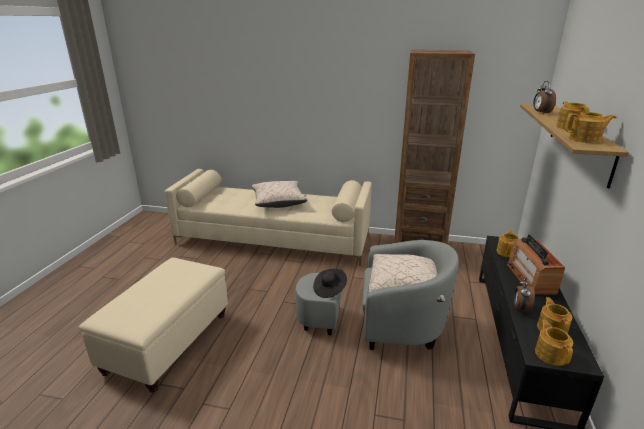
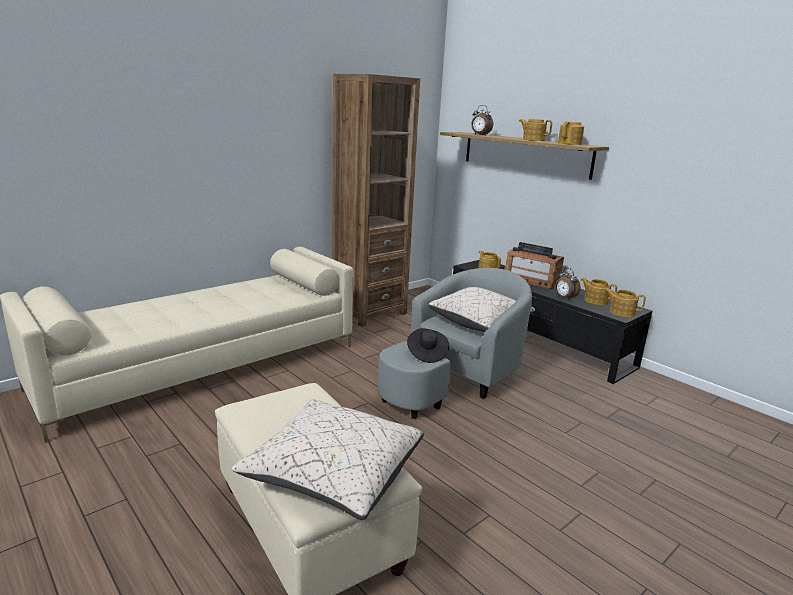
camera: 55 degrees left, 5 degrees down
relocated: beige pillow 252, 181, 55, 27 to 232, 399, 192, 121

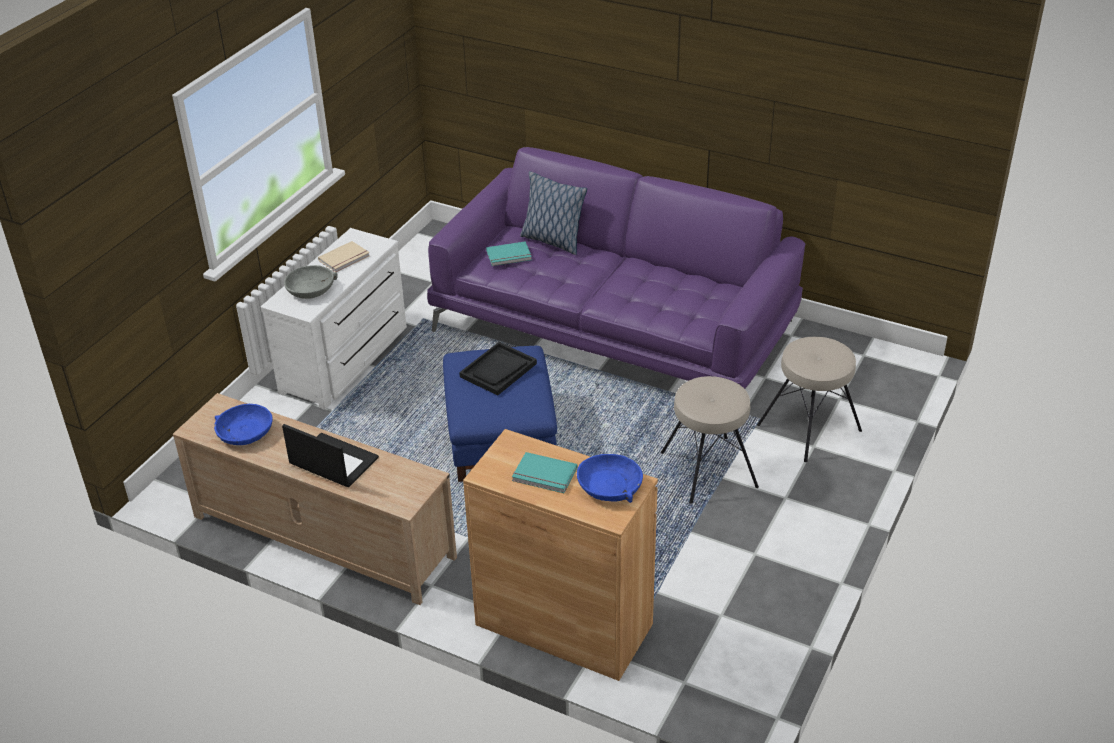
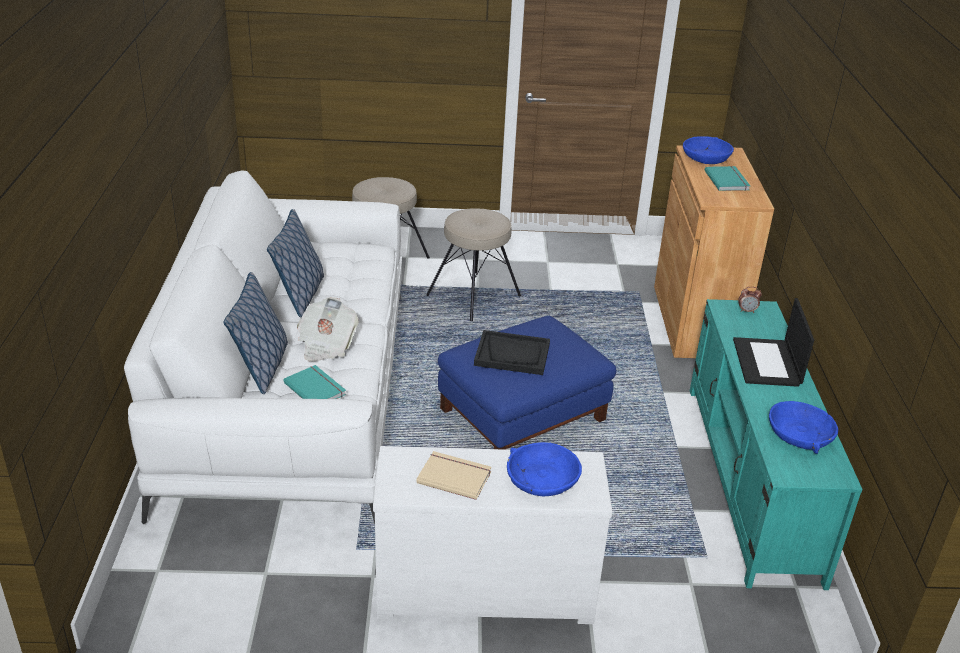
camera: 120 degrees left, 5 degrees down
appeared: pillow 267, 209, 57, 108; newspaper 297, 297, 62, 64; alarm clock 738, 287, 24, 26
colour: beige tv stand 173, 393, 284, 212 to turquoise tv stand 690, 299, 173, 291; grey bowl 284, 265, 54, 34 to blue bowl 507, 442, 75, 54; purple sofa 427, 147, 378, 242 to white sofa 124, 170, 278, 354

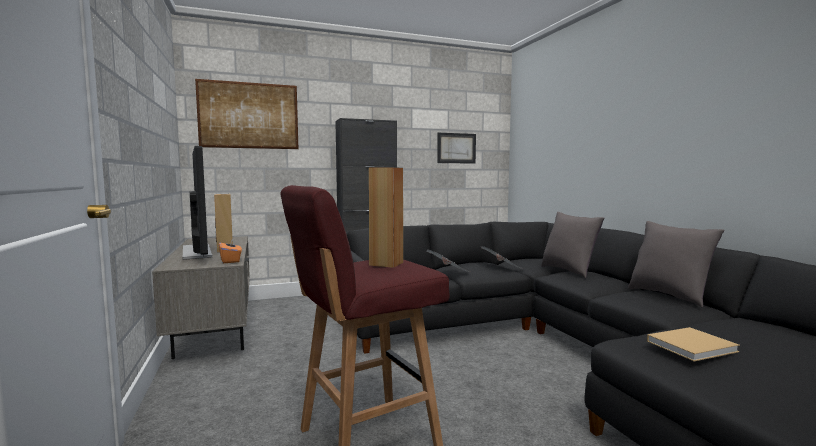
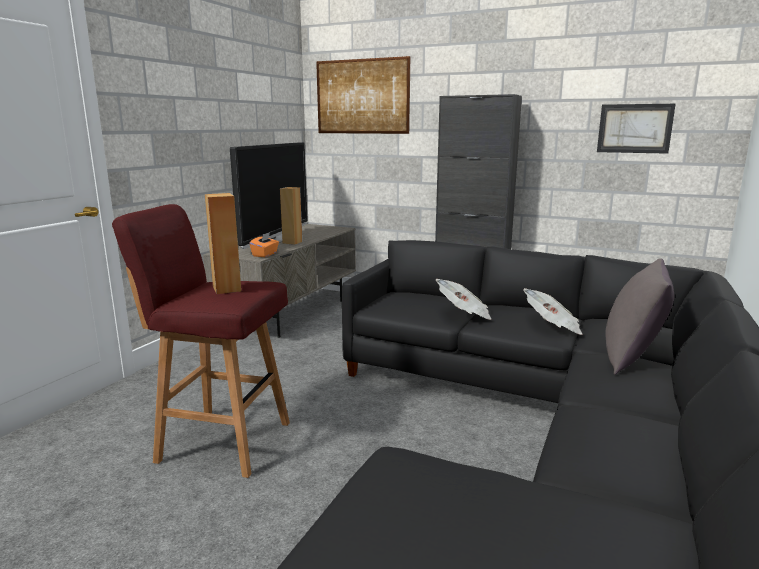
camera: 45 degrees right, 10 degrees up
missing: grey pillow 628, 221, 97, 86; beige book 647, 327, 93, 35

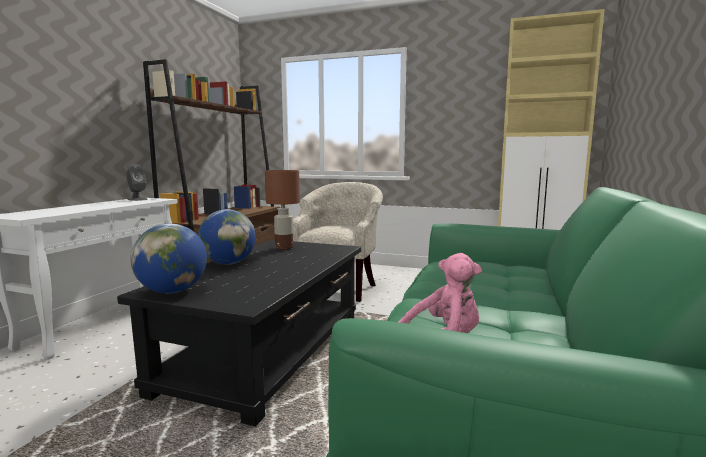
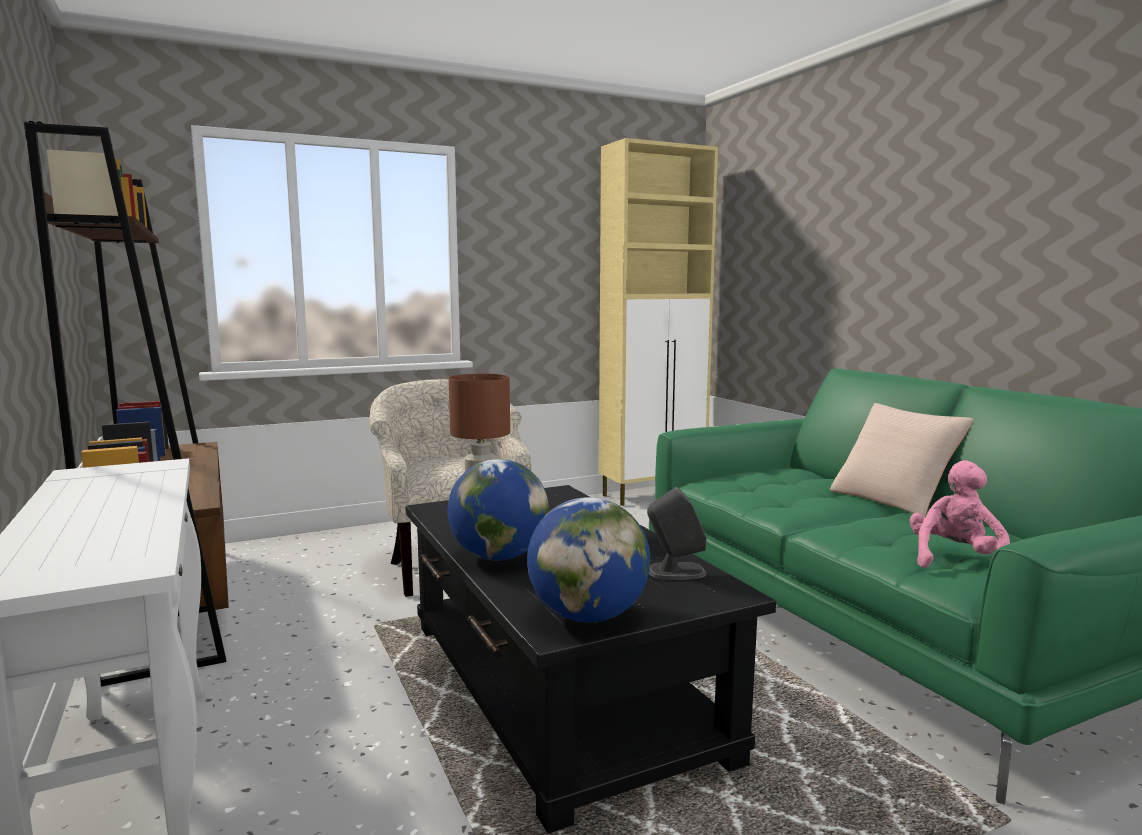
camera: 45 degrees left, 0 degrees up
appeared: beige pillow 830, 403, 144, 114
relocated: grey speaker 126, 164, 22, 37 to 647, 487, 59, 93

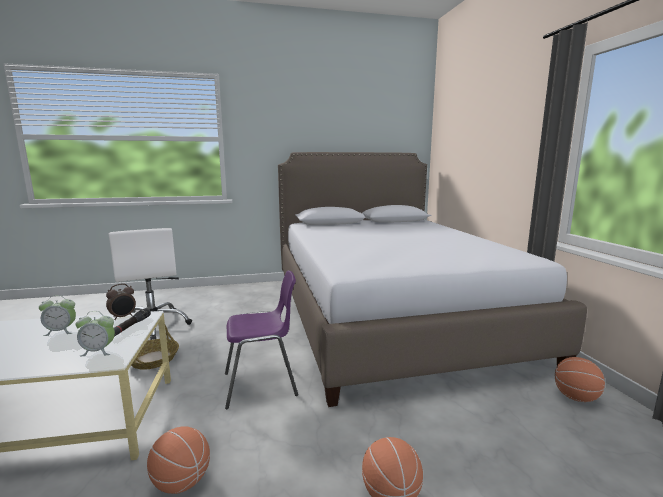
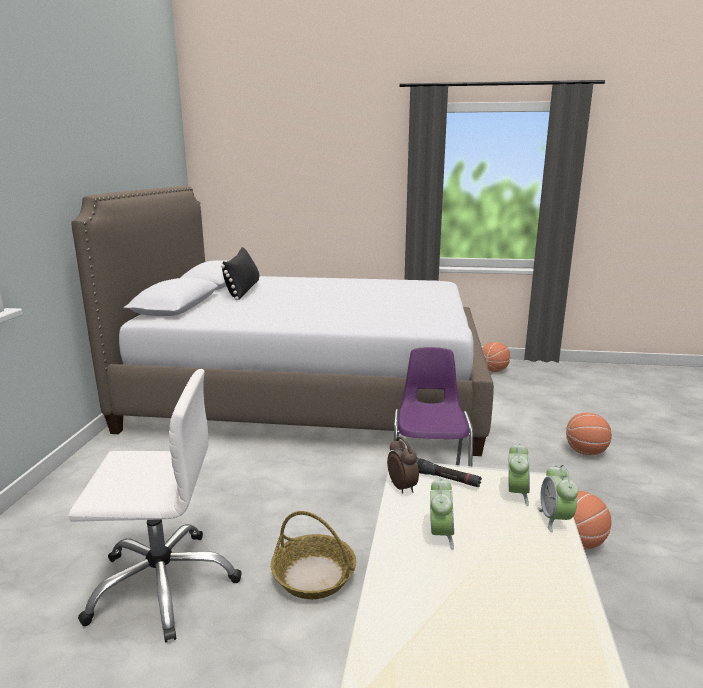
camera: 70 degrees left, 5 degrees up
appeared: black pillow 221, 247, 38, 53; alarm clock 538, 465, 40, 67

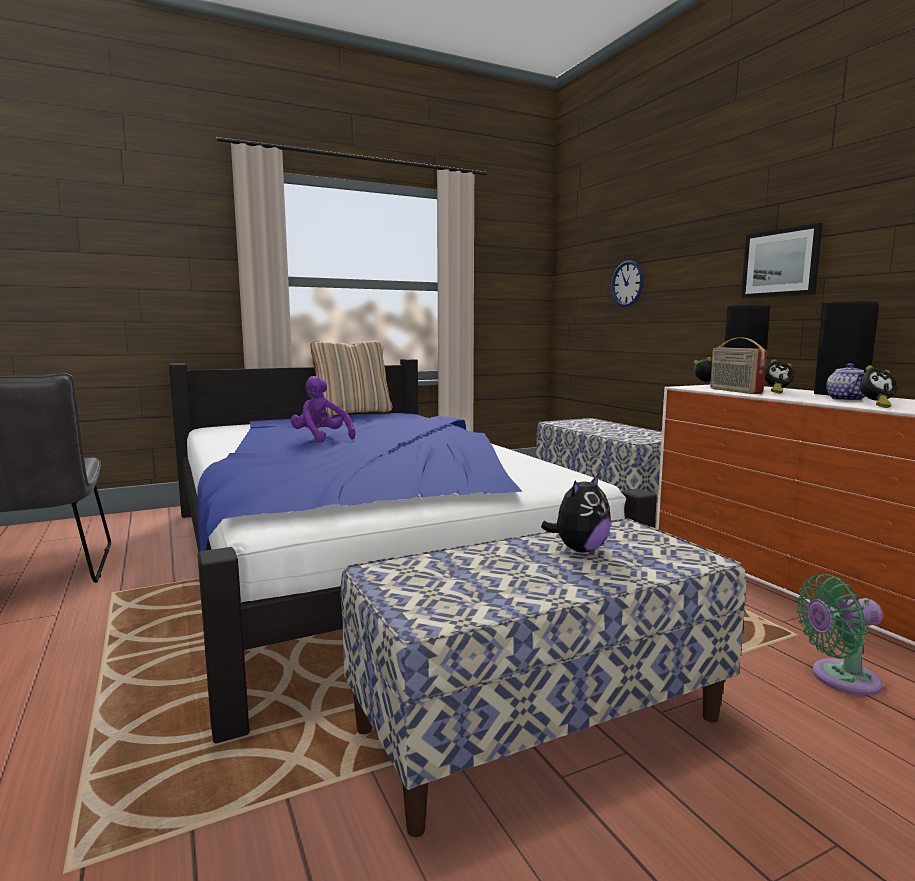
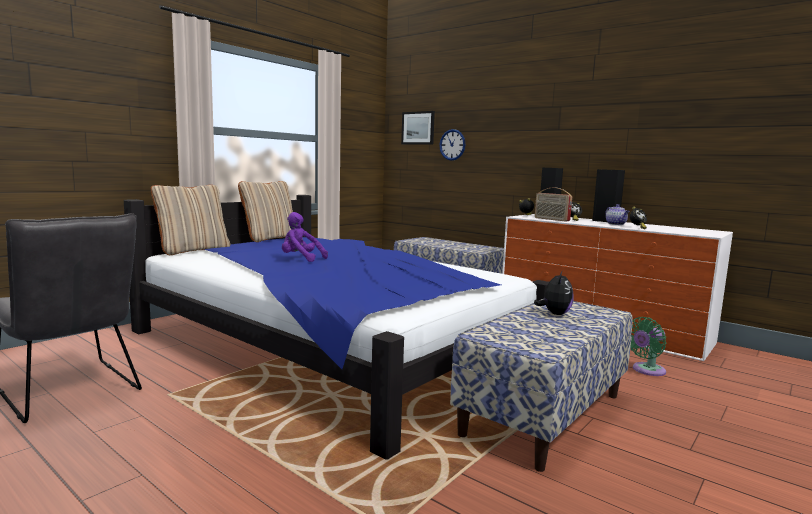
camera: 25 degrees left, 0 degrees up
appeared: beige pillow 151, 185, 79, 70
relocated: picture 741, 223, 82, 75 to 401, 111, 34, 33

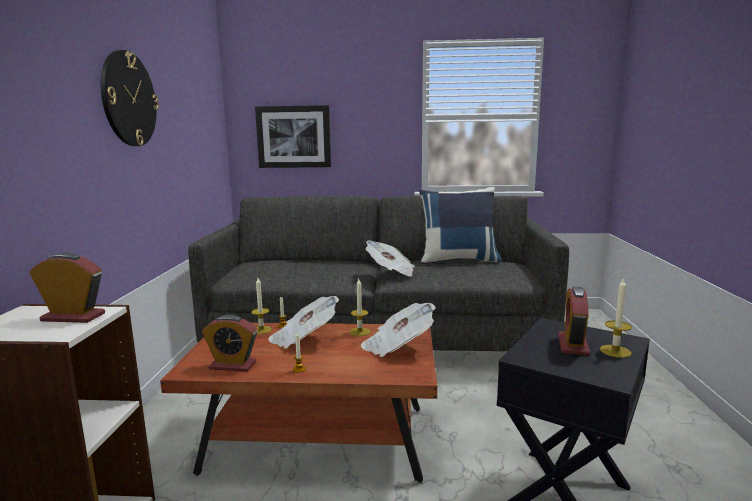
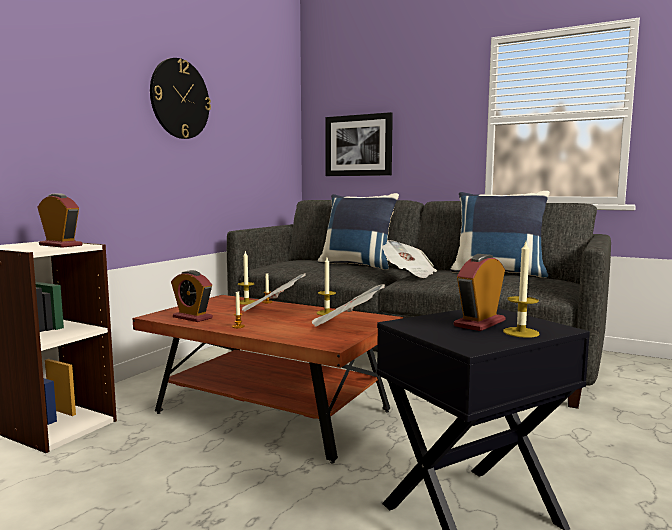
camera: 25 degrees right, 5 degrees down
appeared: blue pillow 317, 193, 82, 77

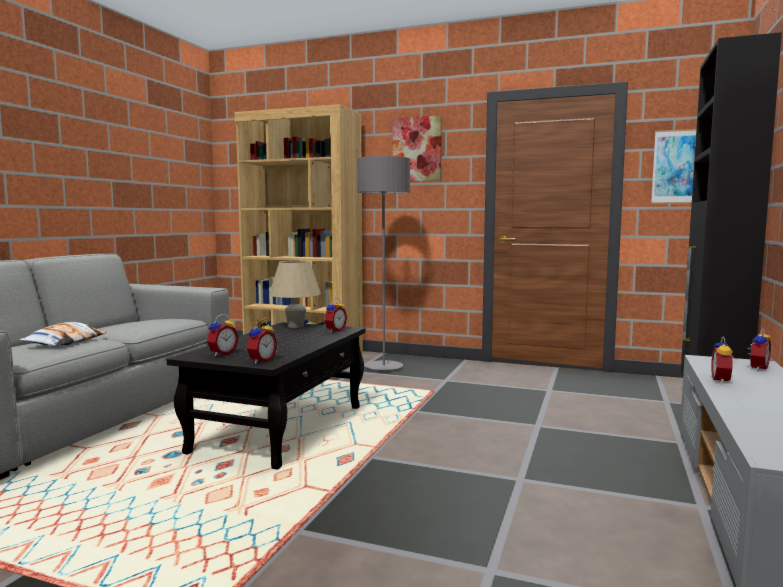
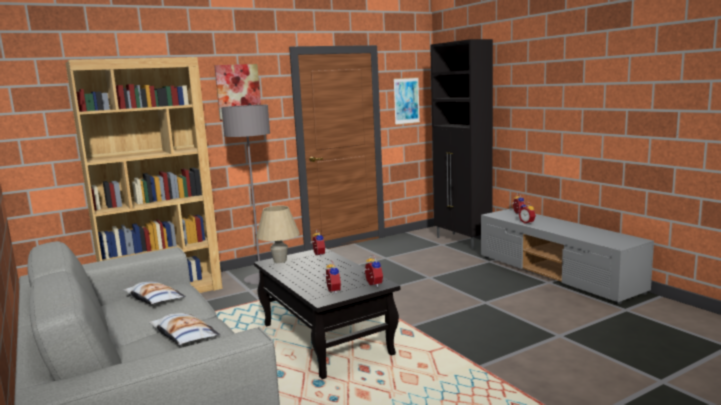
camera: 50 degrees left, 5 degrees up
appeared: pillow 123, 281, 63, 23

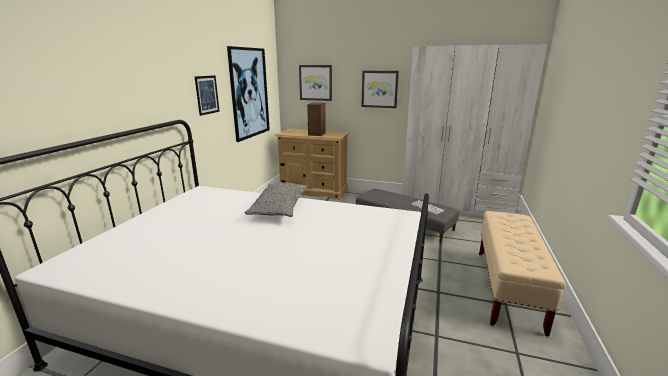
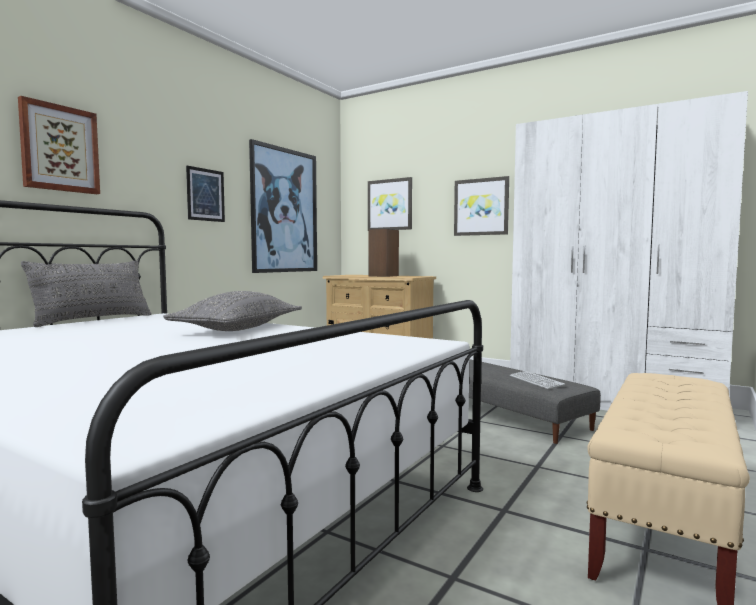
camera: 15 degrees right, 15 degrees down
appeared: picture 18, 96, 82, 98; grey pillow 21, 260, 131, 67

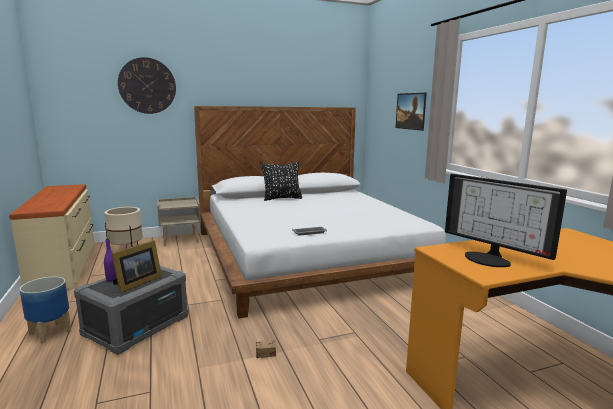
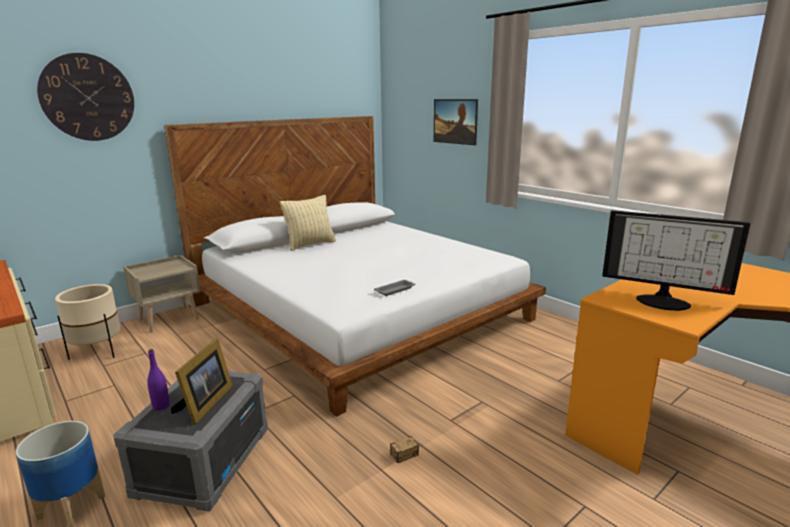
camera: 20 degrees left, 5 degrees up
colour: black pillow 262, 162, 40, 39 to beige pillow 280, 195, 56, 56

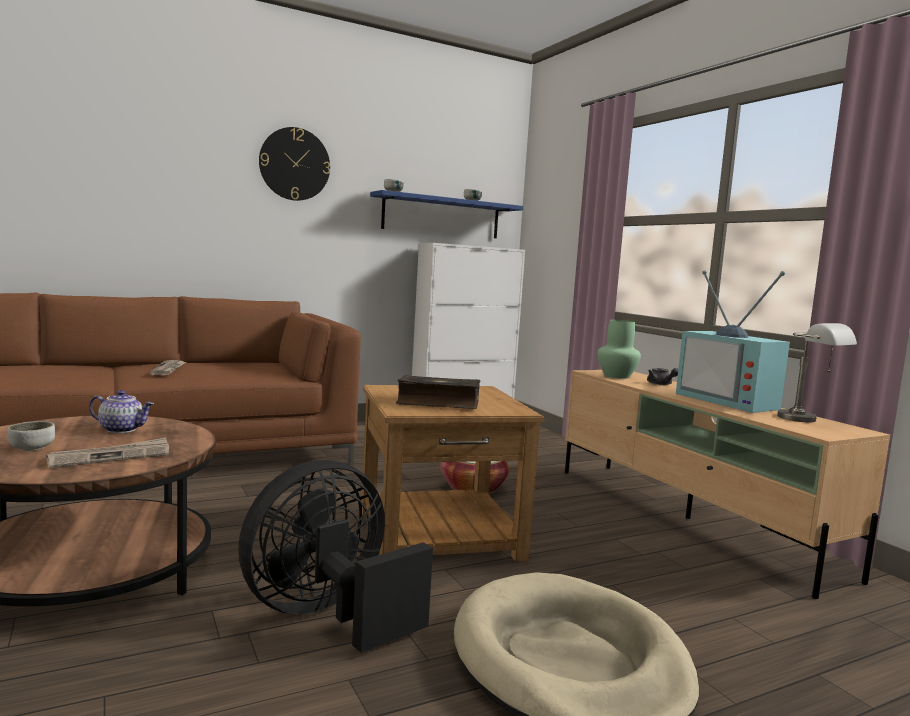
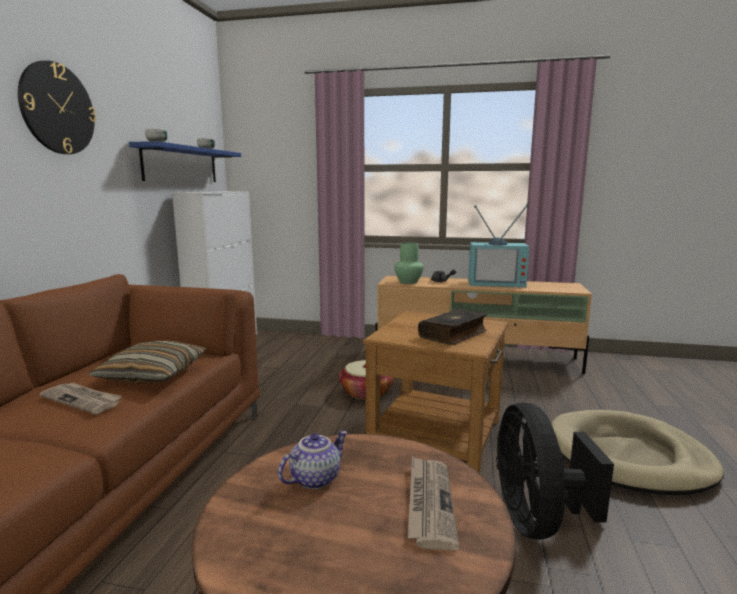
camera: 50 degrees left, 5 degrees up
missing: bowl 7, 421, 48, 30; grey table lamp 777, 323, 80, 100
appeared: pillow 89, 341, 117, 42

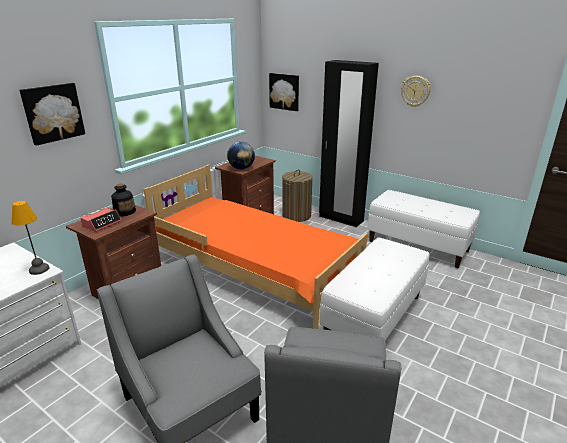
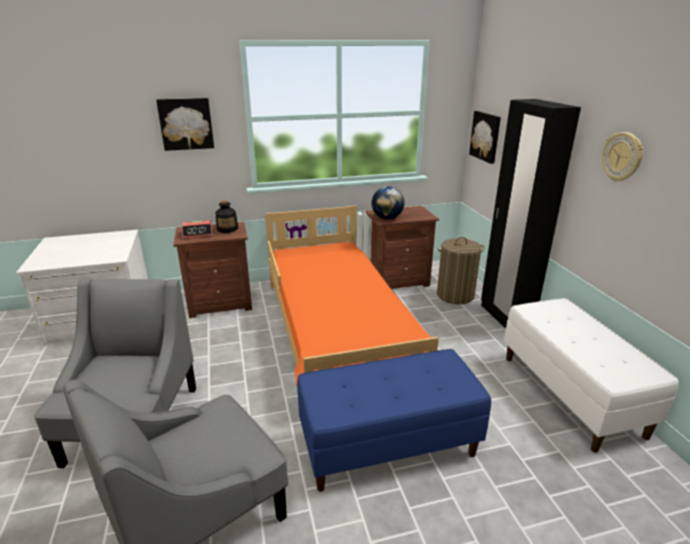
camera: 40 degrees right, 0 degrees up
missing: table lamp 12, 201, 37, 74
colour: white bench 319, 237, 110, 103 to blue bench 297, 349, 194, 143

